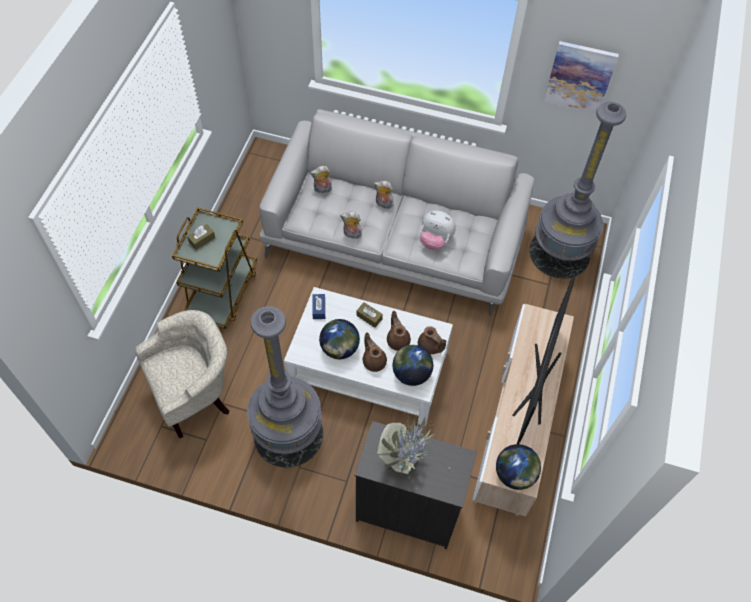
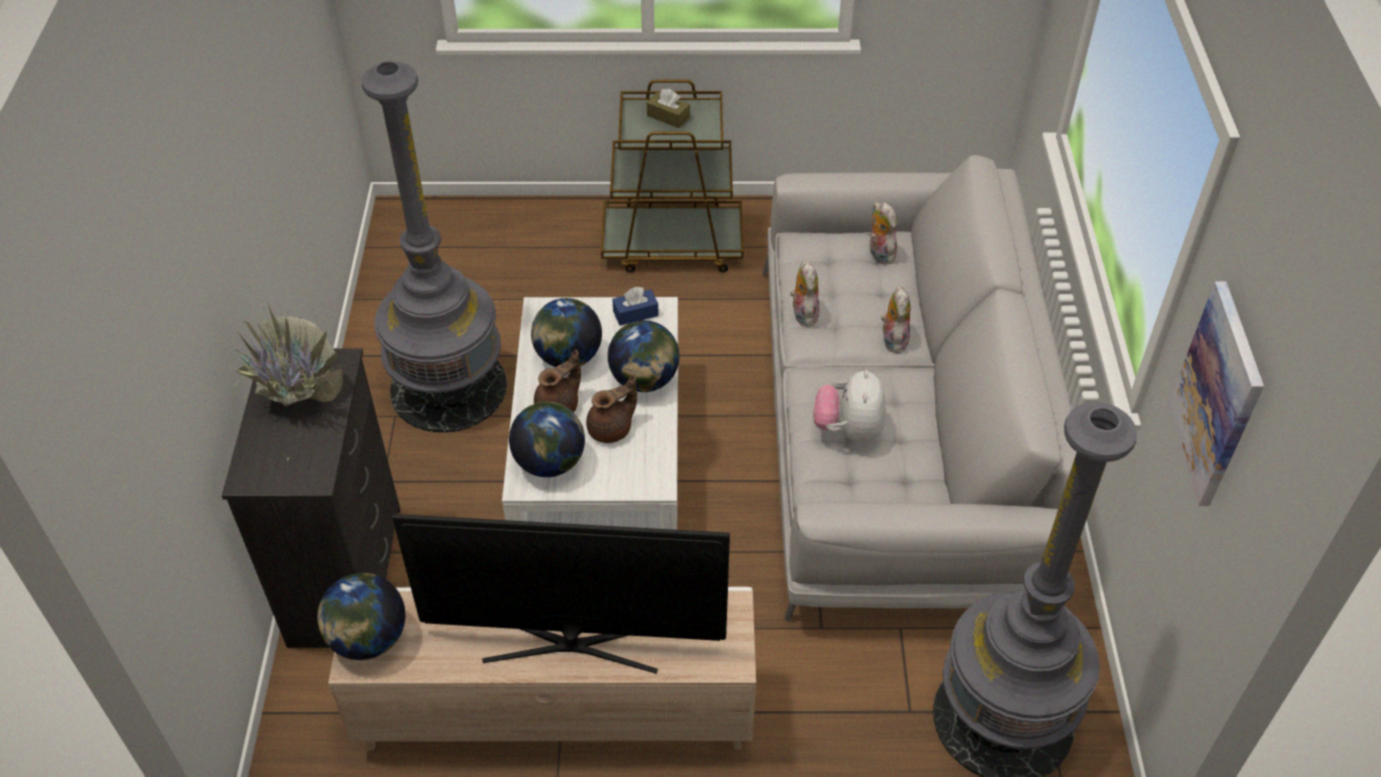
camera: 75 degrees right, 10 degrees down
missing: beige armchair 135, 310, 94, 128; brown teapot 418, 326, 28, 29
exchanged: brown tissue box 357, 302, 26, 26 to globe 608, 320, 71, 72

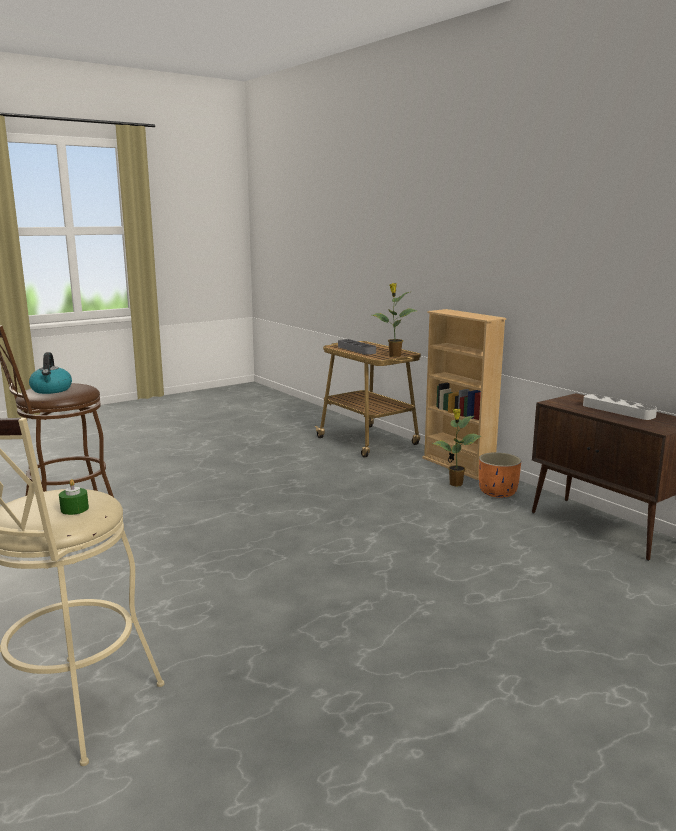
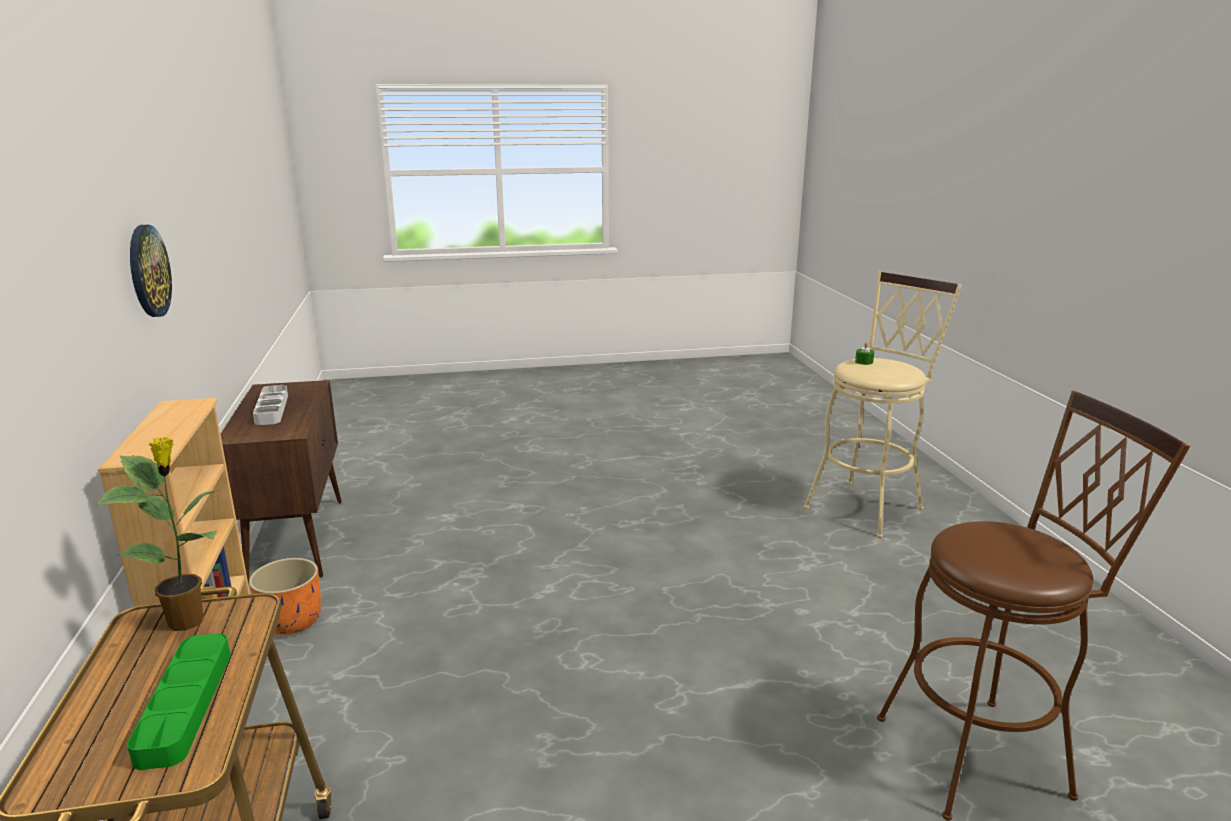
camera: 155 degrees left, 5 degrees up
missing: kettle 29, 352, 43, 42; potted plant 432, 408, 49, 79
appeared: wall clock 130, 225, 42, 92
colour: grey tray 338, 339, 38, 16 to green tray 127, 633, 104, 137

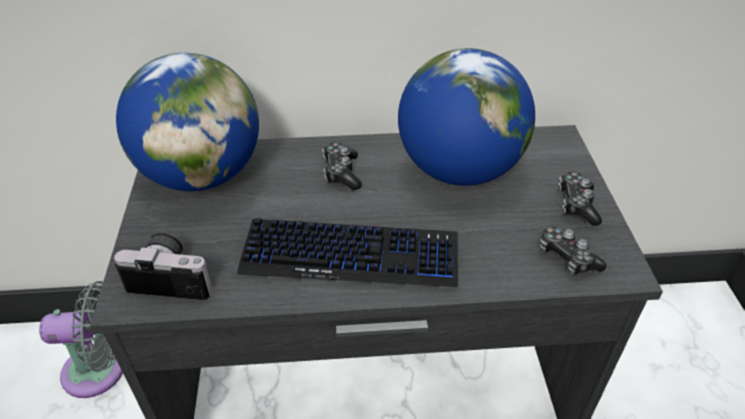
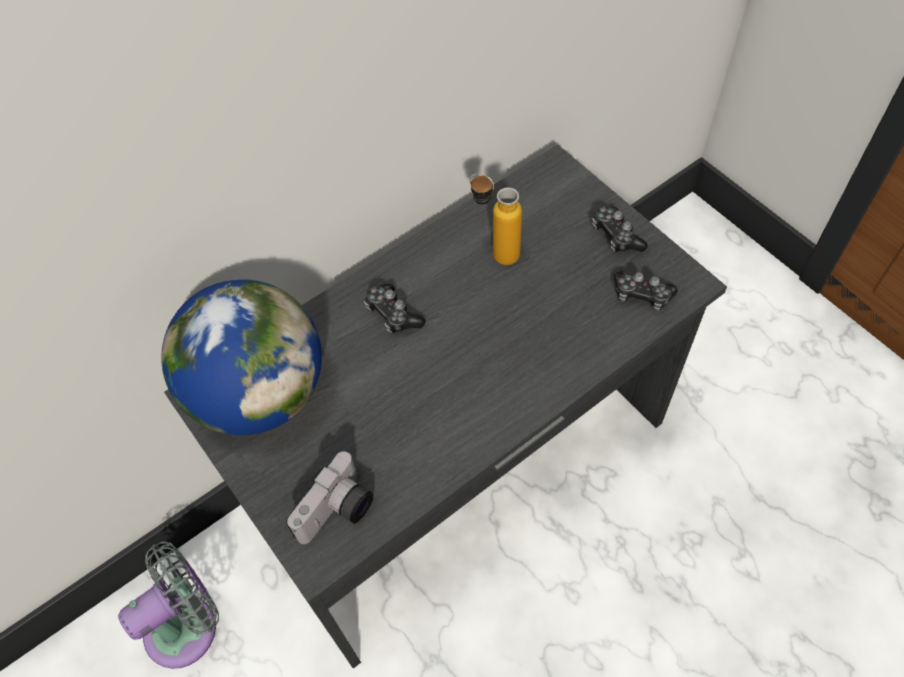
camera: 30 degrees left, 15 degrees up
missing: keyboard 237, 218, 221, 69
exchanged: globe 398, 48, 137, 138 to bottle 470, 173, 52, 92
spun: photo camera 114, 233, 99, 67 = 286, 451, 88, 93 150 degrees clockwise

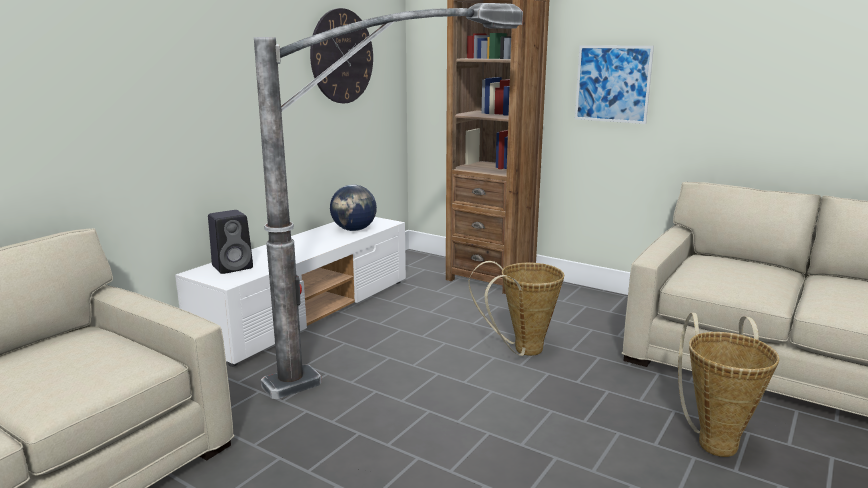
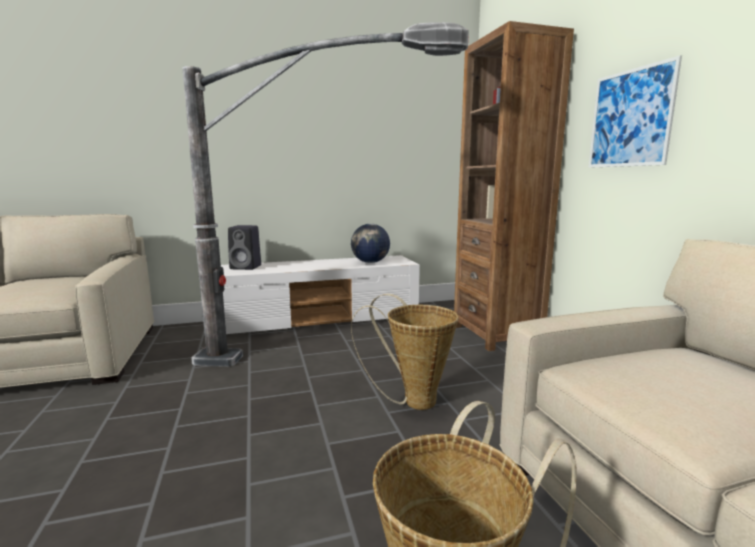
camera: 40 degrees right, 5 degrees down
missing: wall clock 310, 8, 63, 95

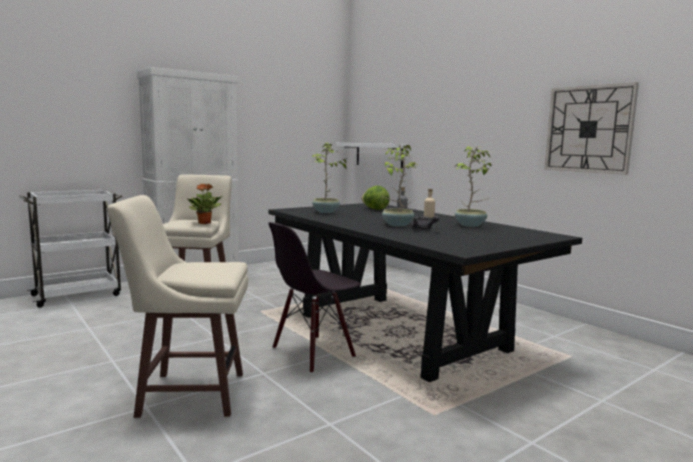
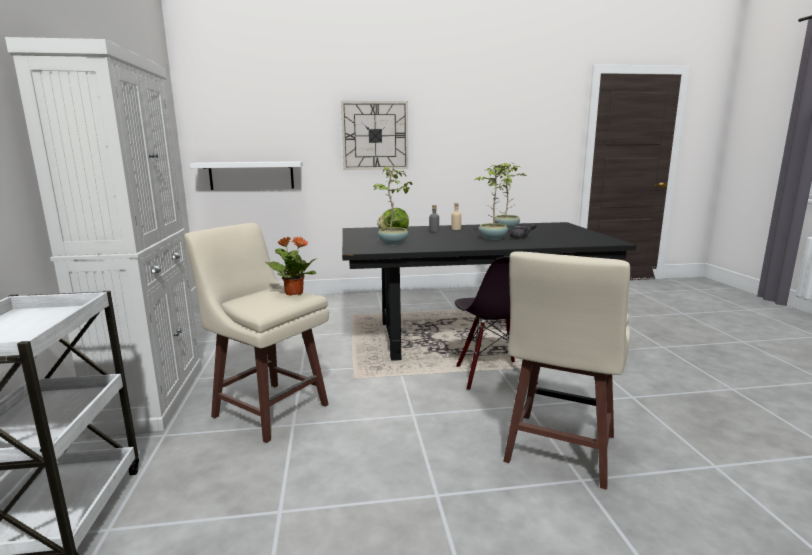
camera: 60 degrees left, 5 degrees up
relocated: wall clock 544, 82, 95, 93 to 341, 101, 67, 69

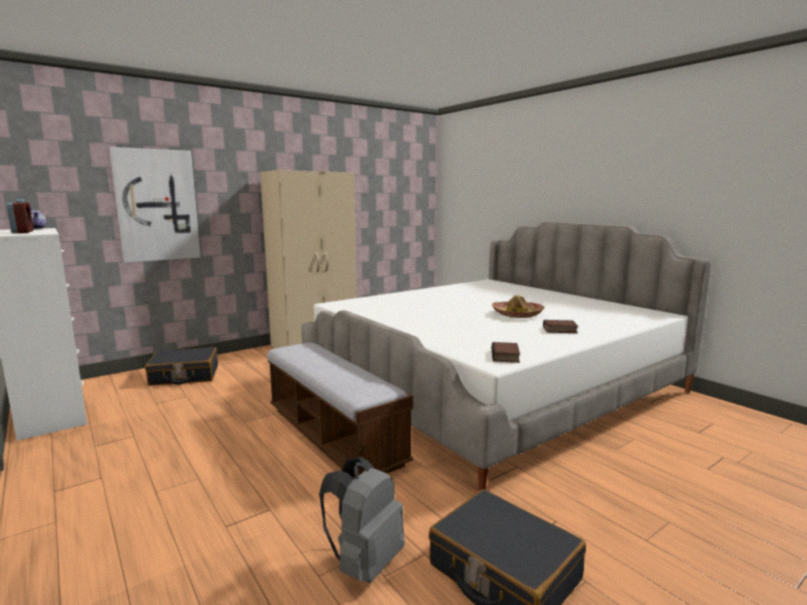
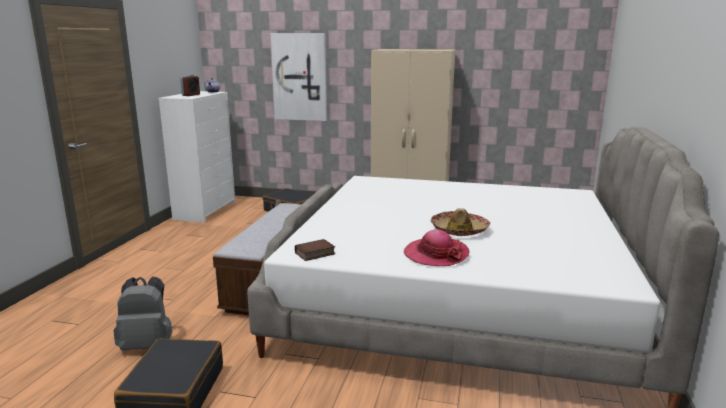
camera: 50 degrees right, 5 degrees up
exchanged: book 543, 320, 35, 13 to hat 404, 229, 65, 37

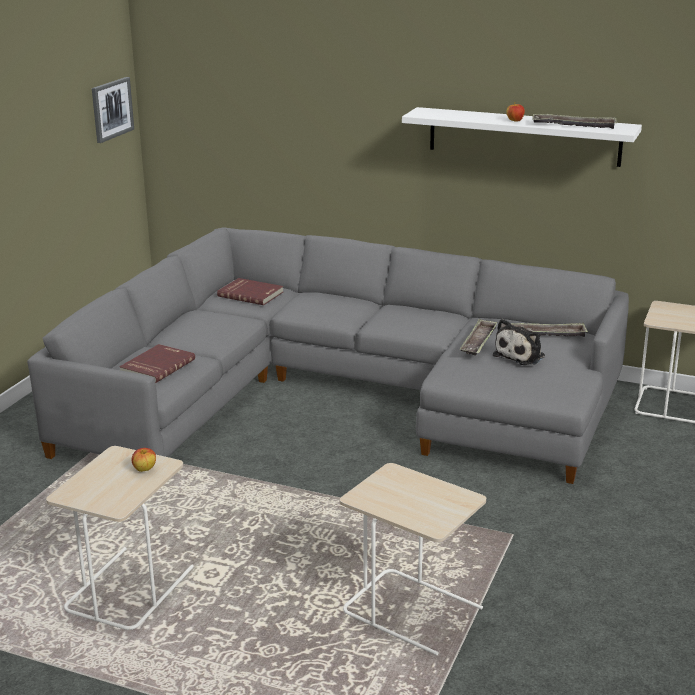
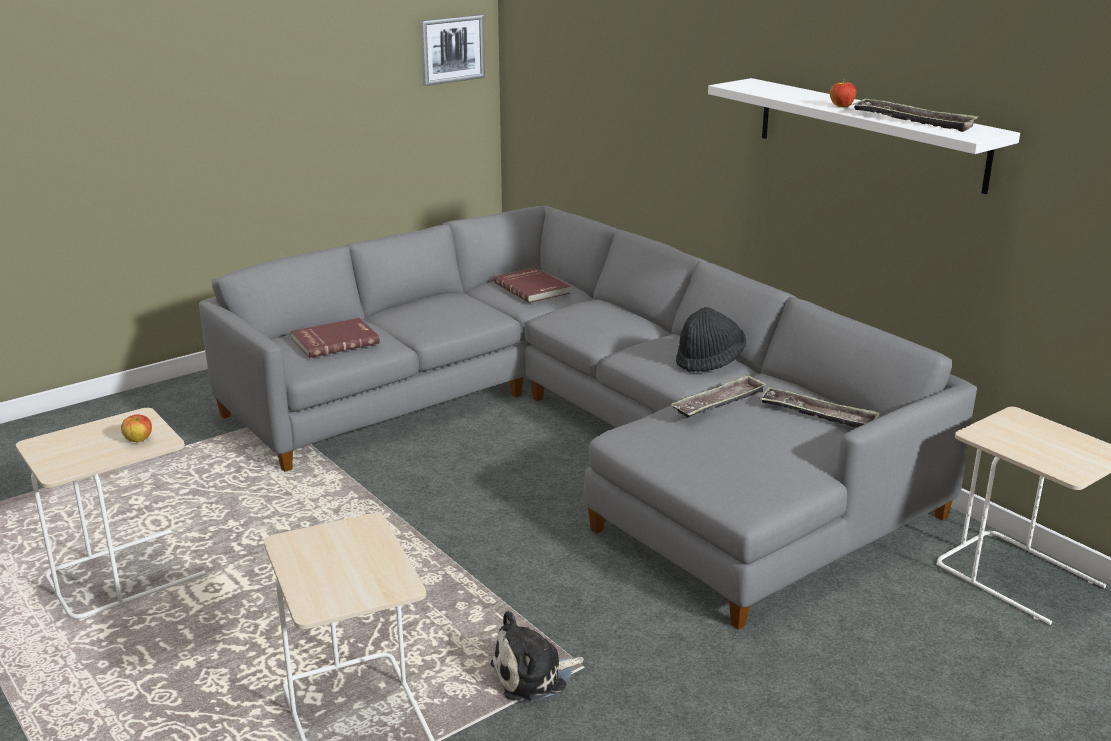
camera: 30 degrees right, 0 degrees up
appeared: black hat 676, 307, 70, 65
relocated: plush toy 493, 319, 52, 46 to 490, 611, 94, 92

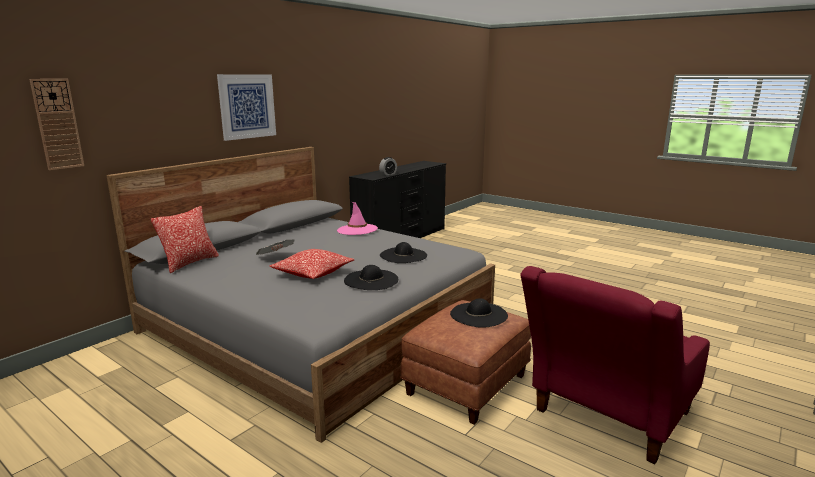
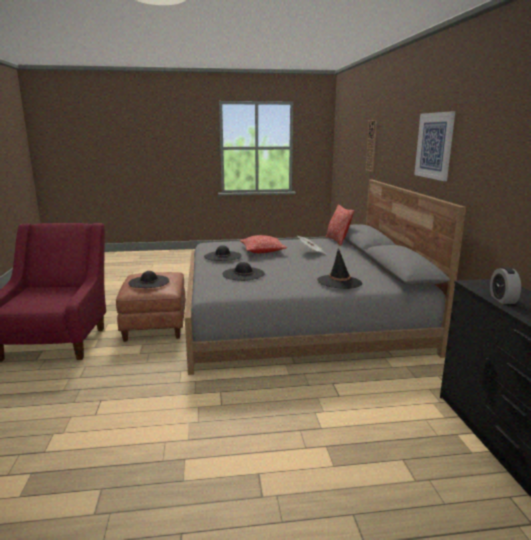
camera: 135 degrees right, 0 degrees up
colour: pink hat 337, 202, 41, 33 to black hat 317, 248, 45, 41

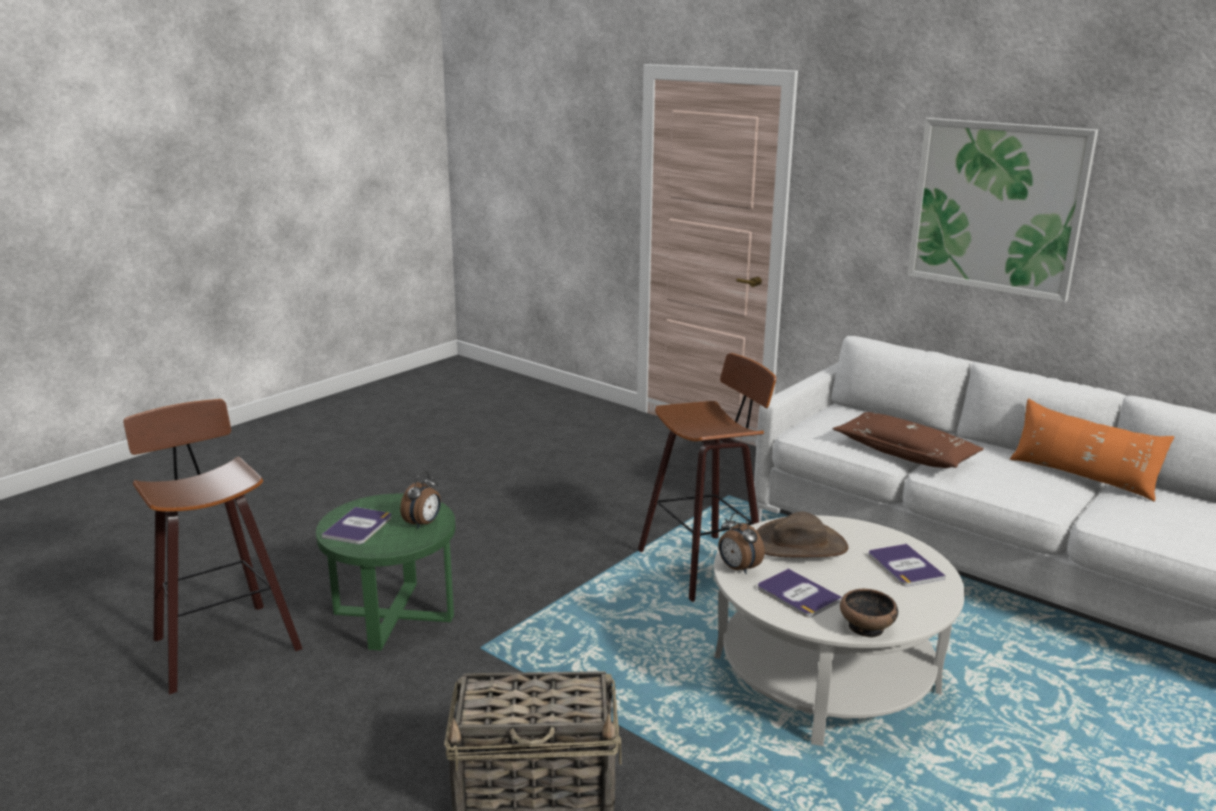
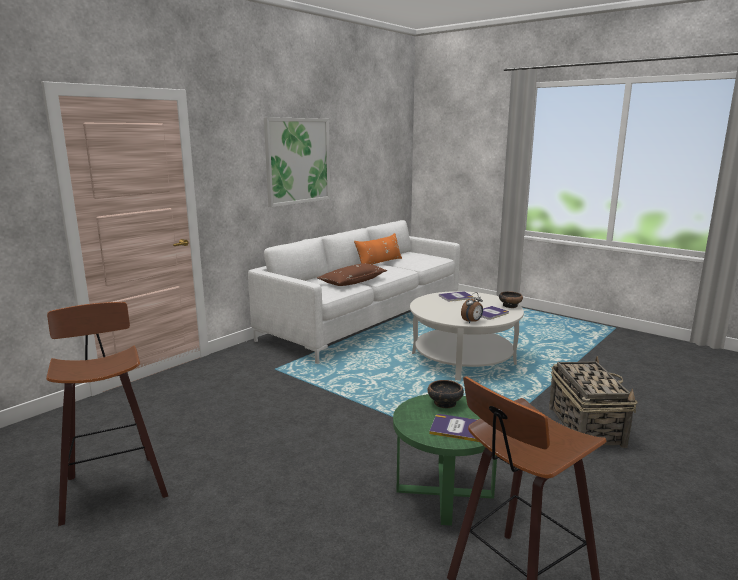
camera: 90 degrees left, 5 degrees down
missing: brown hat 756, 512, 92, 45
relocated: stool 638, 353, 138, 249 to 46, 302, 122, 224
exchanged: alarm clock 400, 472, 41, 57 to bowl 427, 380, 37, 28

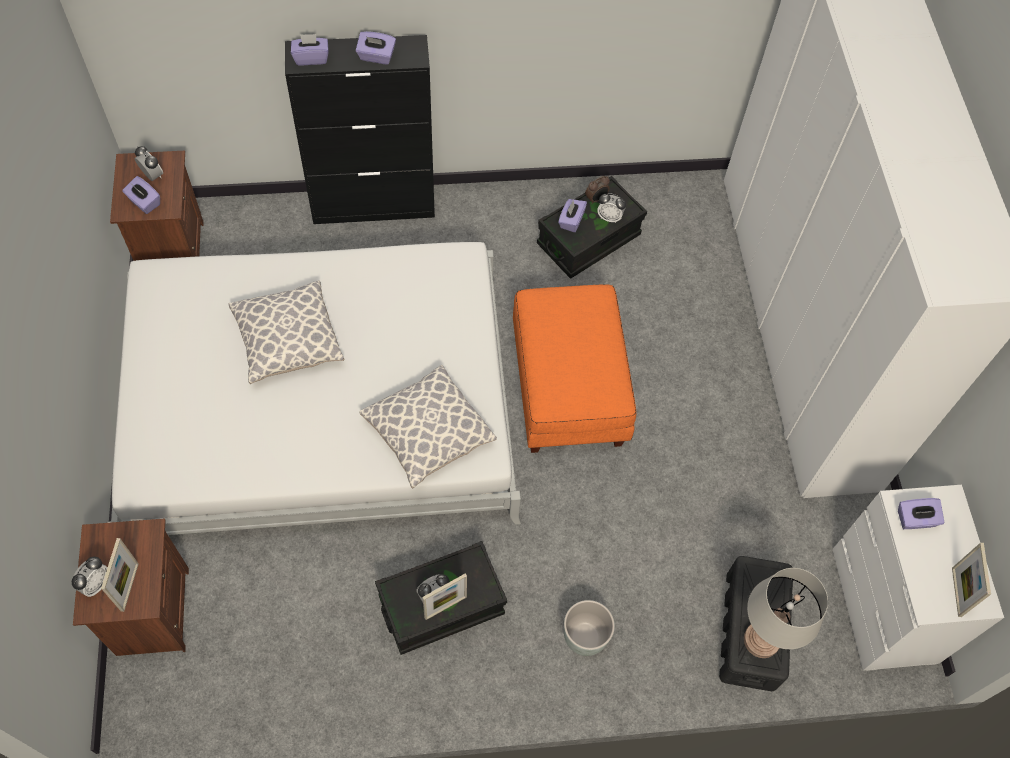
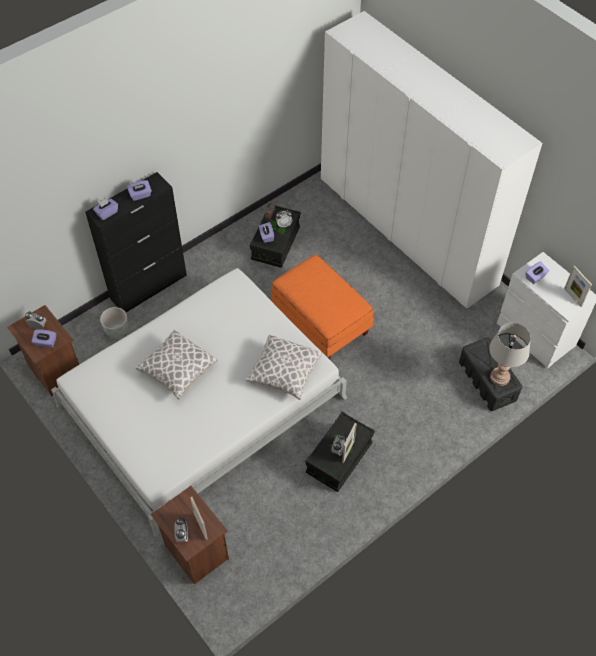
camera: 30 degrees left, 5 degrees down
relocated: grey planter 564, 600, 51, 56 to 100, 307, 28, 31

